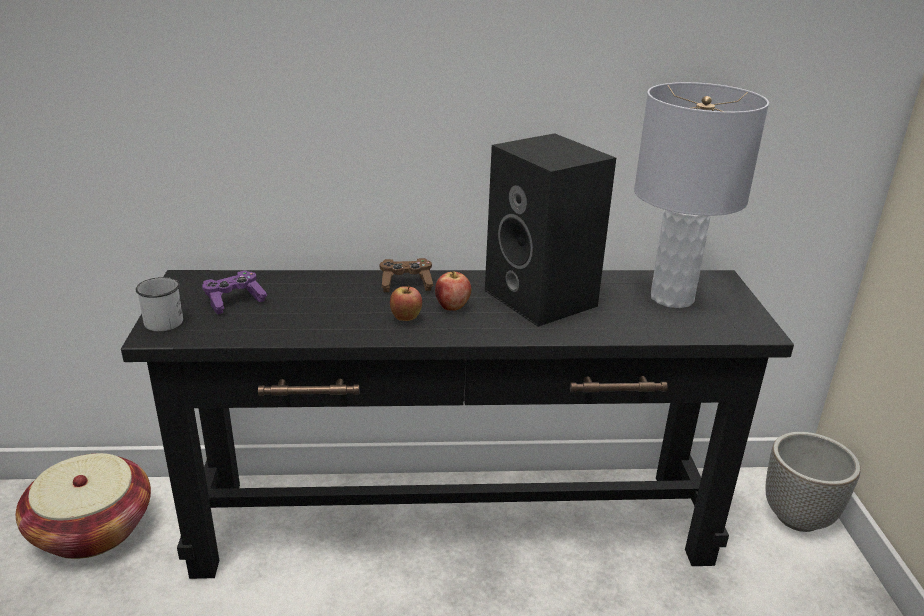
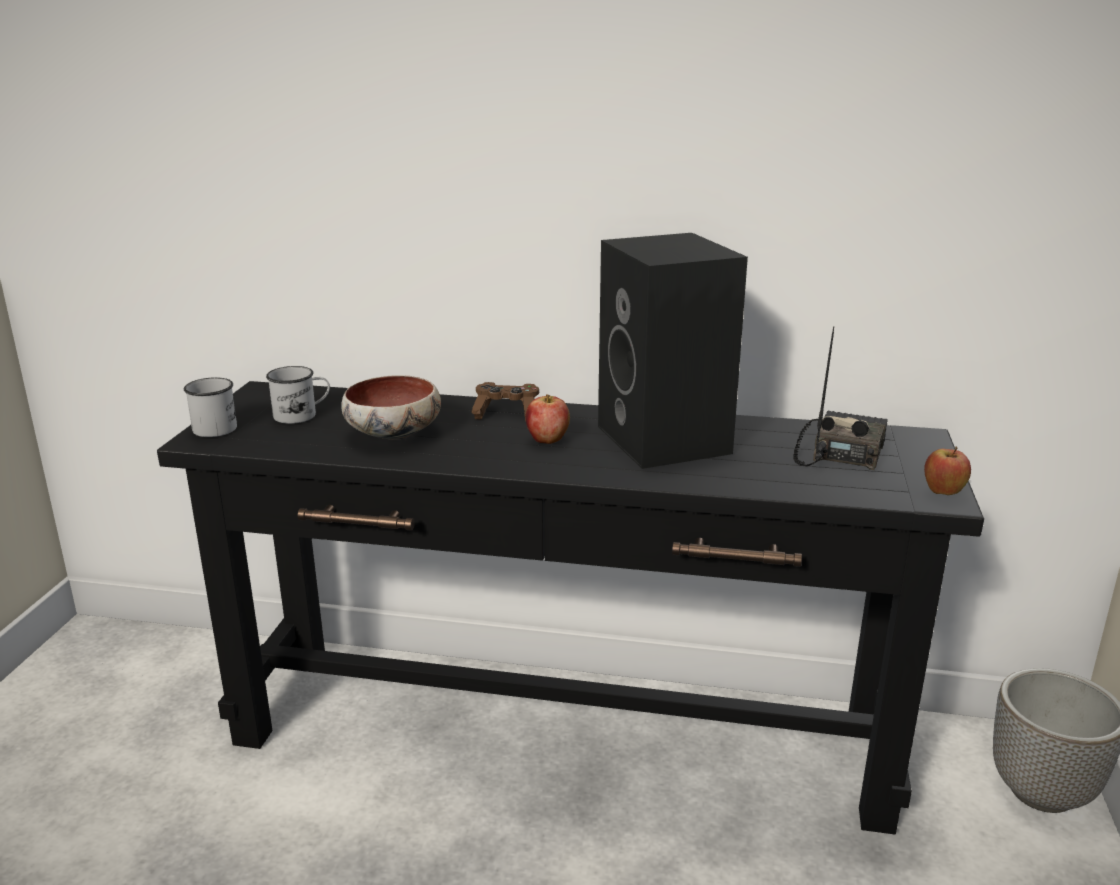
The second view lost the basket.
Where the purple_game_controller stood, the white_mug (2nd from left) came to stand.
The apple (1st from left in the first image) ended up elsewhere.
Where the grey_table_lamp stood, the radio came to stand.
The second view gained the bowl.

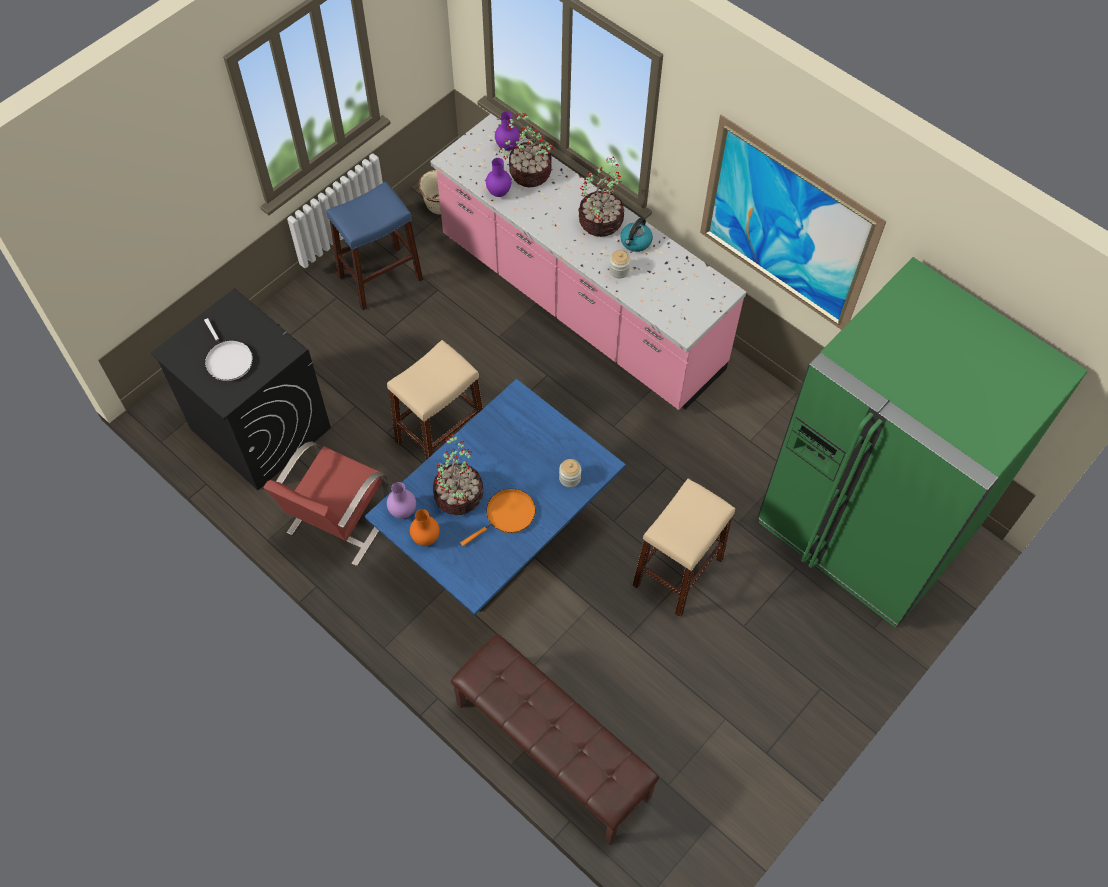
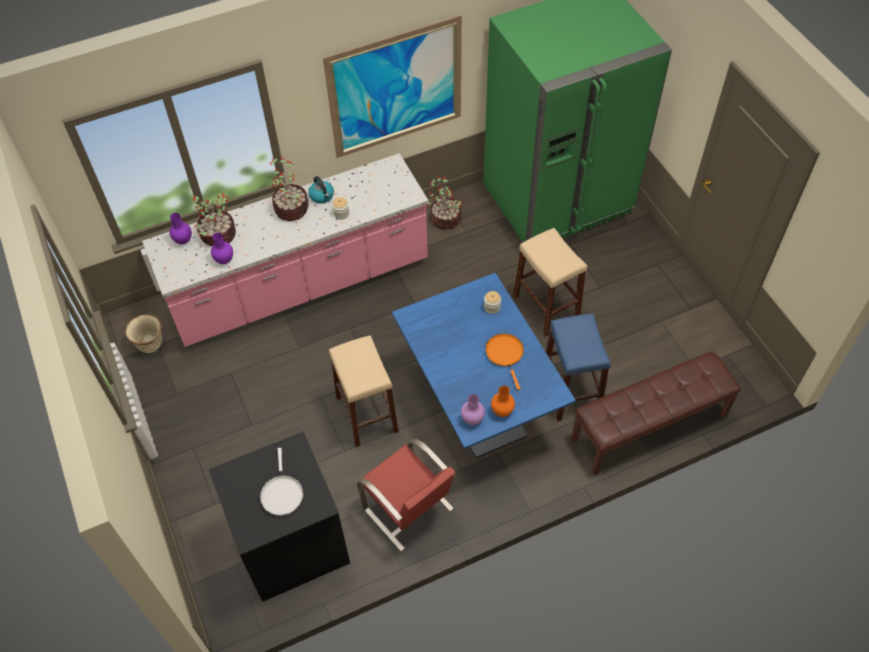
The white_frying_pan ended up facing another way, 90 degrees clockwise from before.
The blue_stool ended up elsewhere.
The potted_plant (1st from left in the first image) ended up elsewhere.

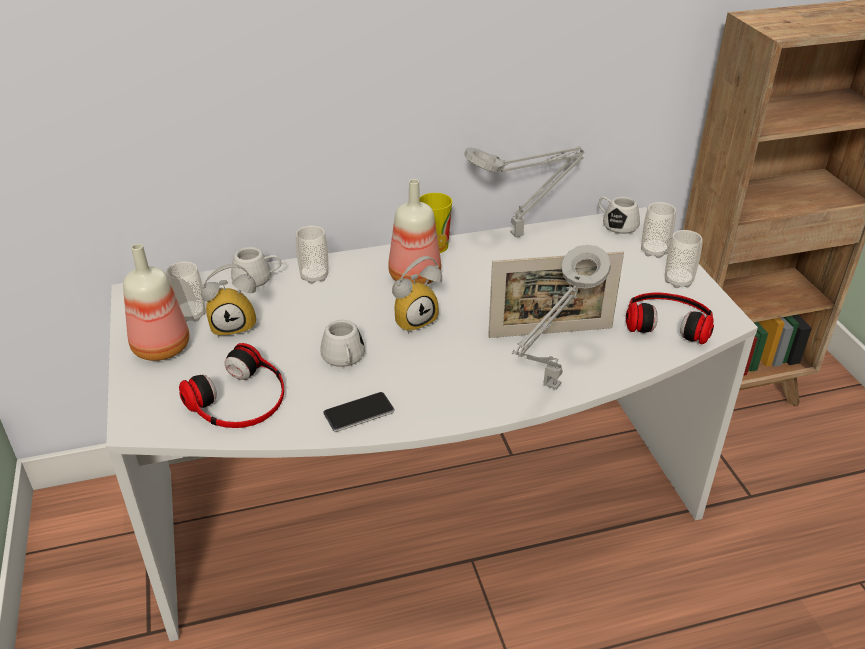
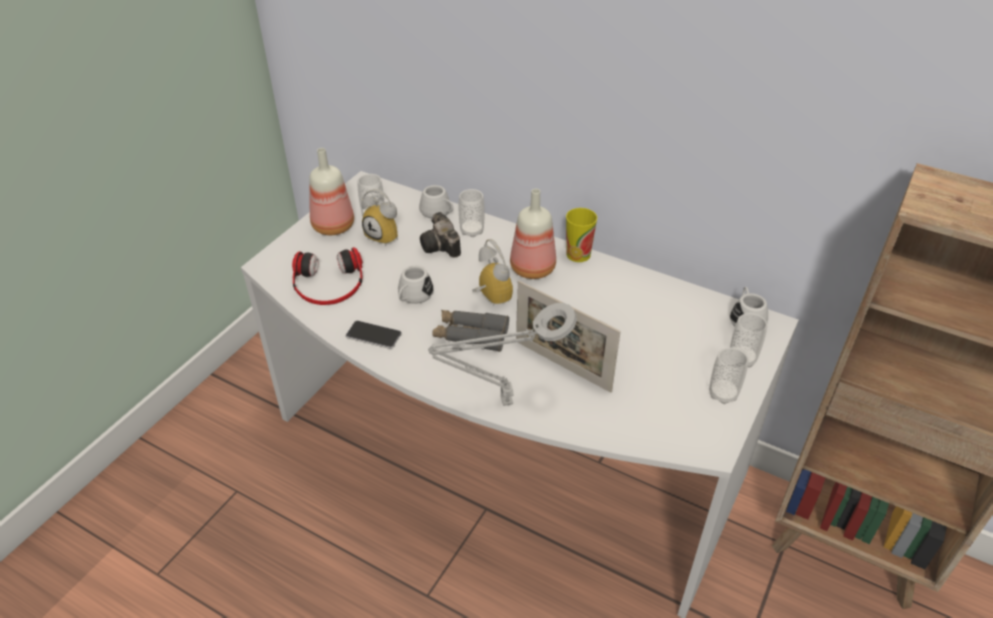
The alarm_clock (2nd from left) ended up facing another way, 135 degrees counterclockwise from before.
The second view lost the grey_table_lamp (1st from left).
The second view lost the headphones (2nd from left).
The second view gained the photo_camera.
The second view gained the grey_binoculars.

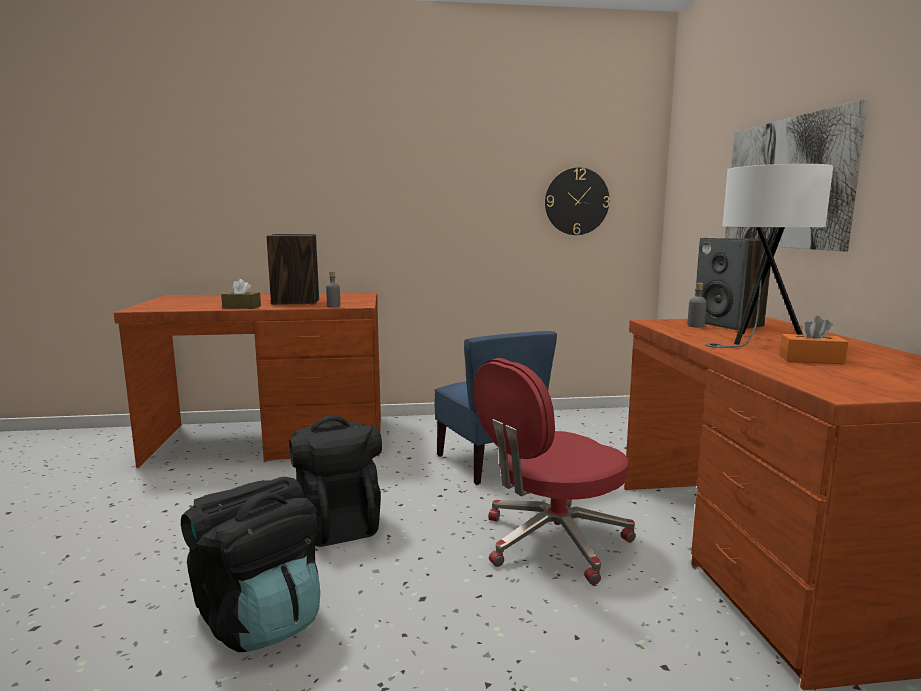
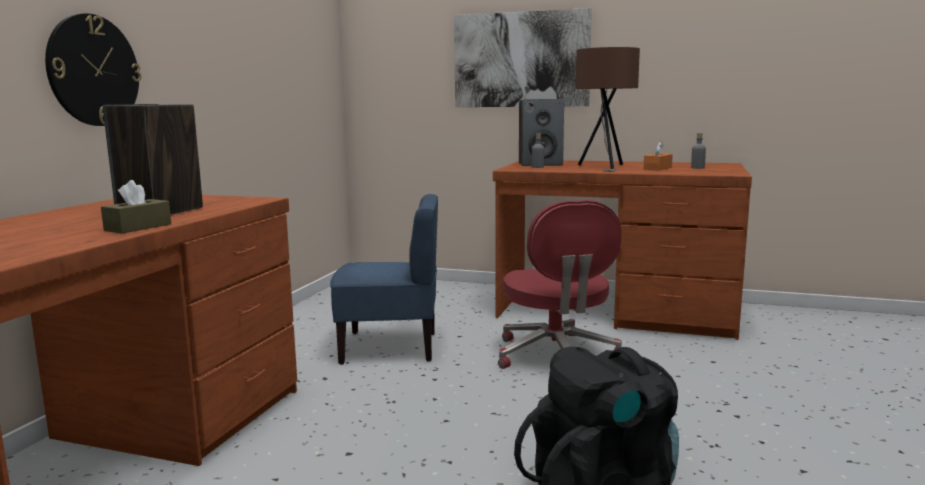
The second view lost the black_backpack (2nd from left).
The grey_bottle (1st from left in the first image) ended up elsewhere.
The wall_clock ended up elsewhere.
What was the white_table_lamp turned into the brown_table_lamp.

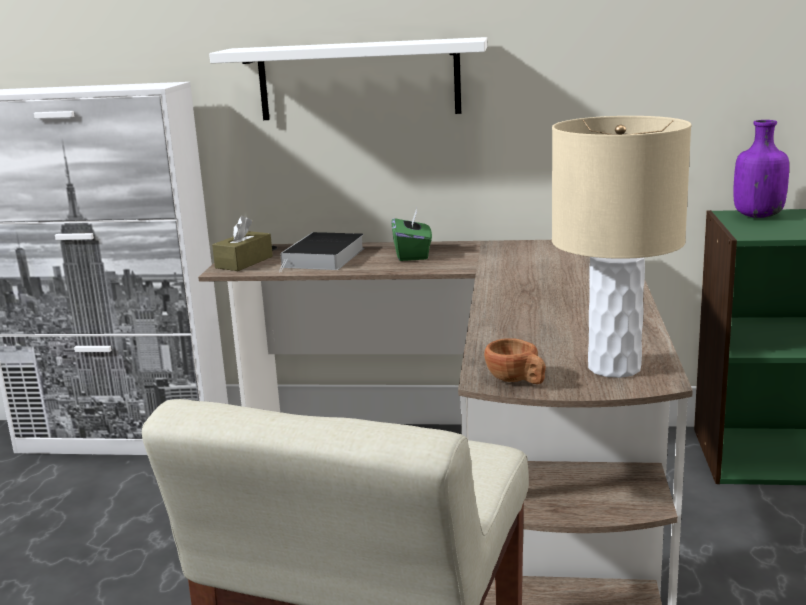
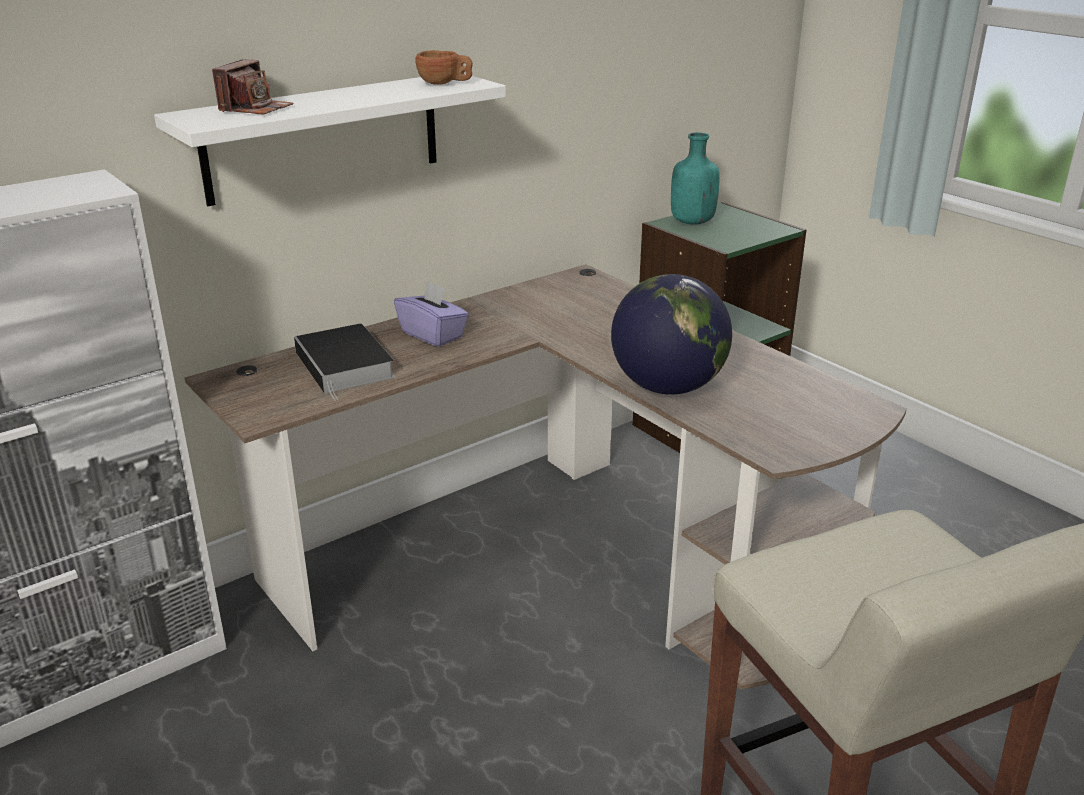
The second view lost the brown_tissue_box.
What was the green_tissue_box turned into the purple_tissue_box.
The brown_cup ended up elsewhere.
The second view lost the beige_table_lamp.
What was the purple_bottle turned into the turquoise_bottle.
The second view gained the photo_camera.
The second view gained the globe.

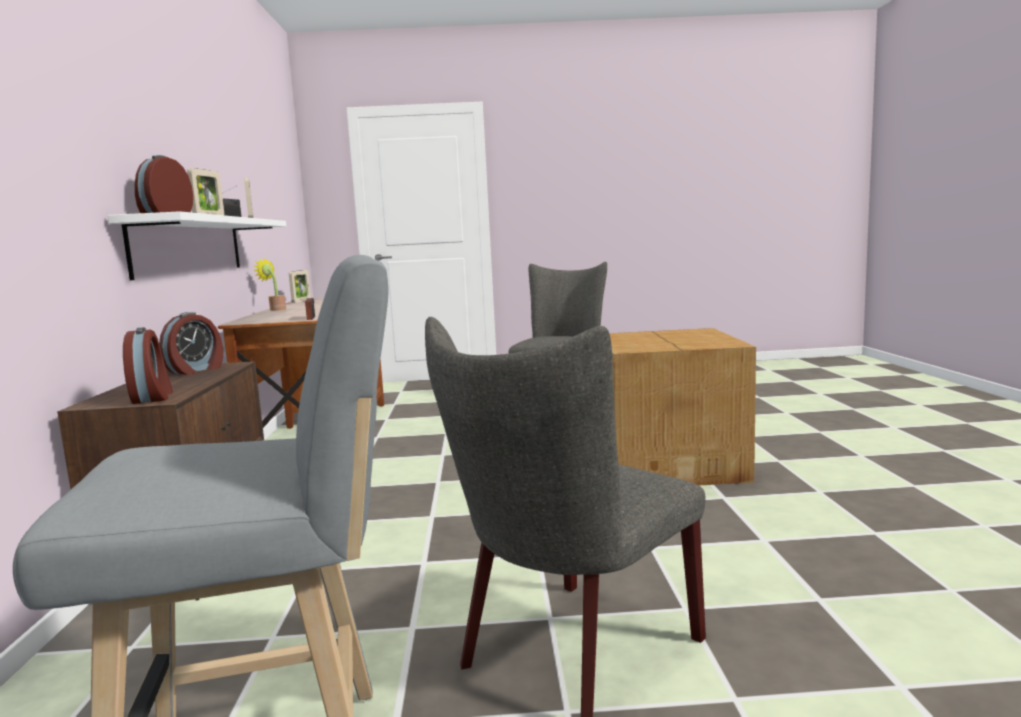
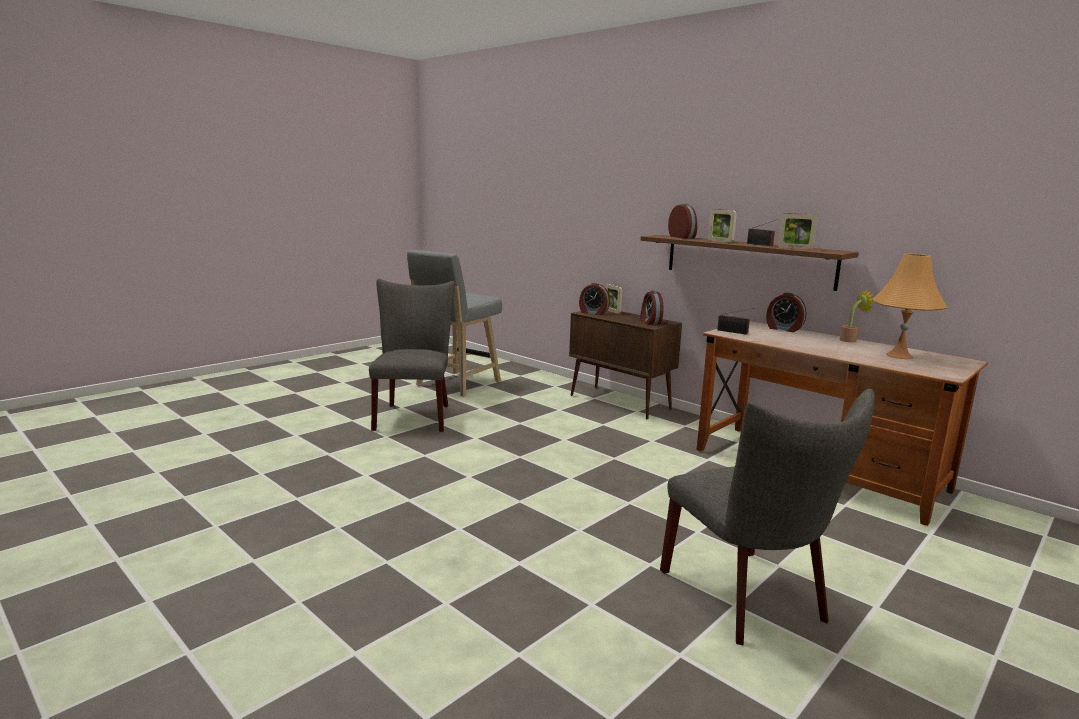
What was the white_shelf turned into the brown_shelf.
The picture_frame (3rd from left in the first image) ended up elsewhere.
The second view lost the cardboard_box.
The second view gained the alarm_clock (4th from left).
The second view gained the orange_table_lamp.

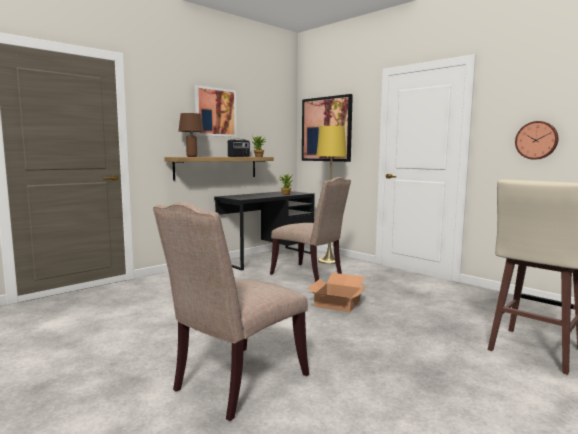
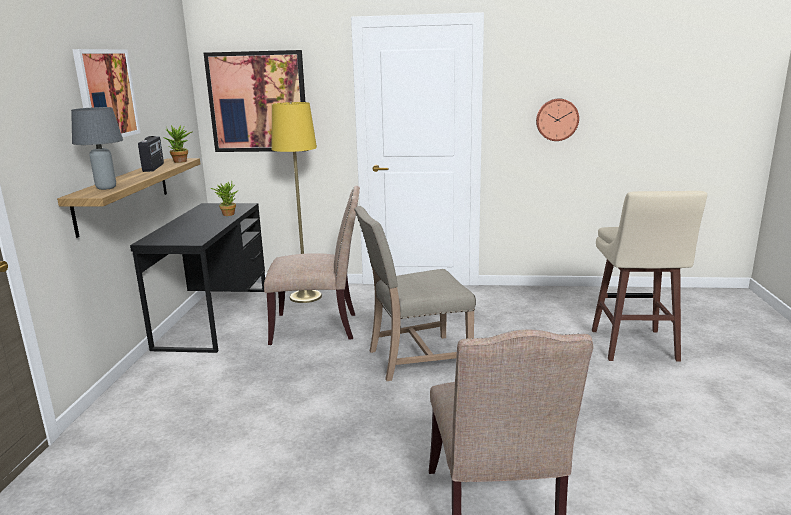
What was the brown_table_lamp turned into the grey_table_lamp.
Where the cardboard_box stood, the beige_chair (2nd from left) came to stand.

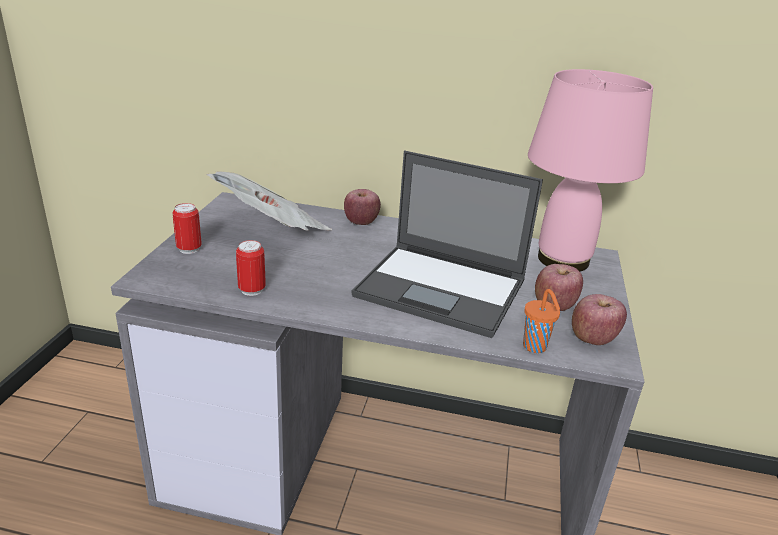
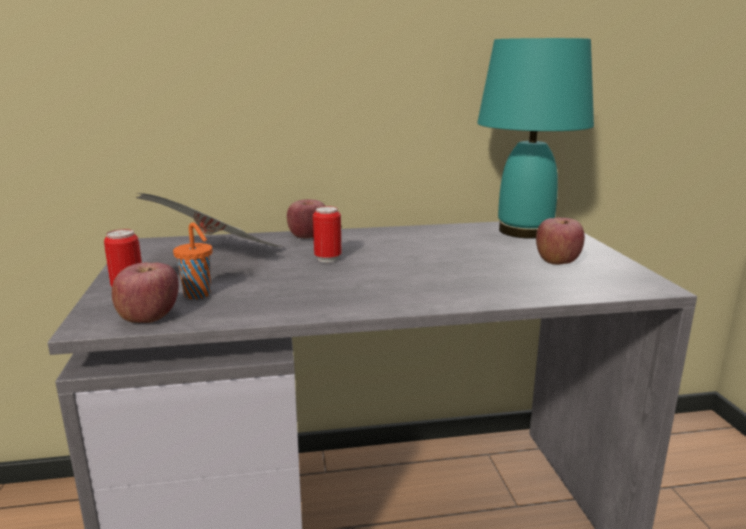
The can (2nd from left) ended up elsewhere.
The second view lost the laptop.
The orange_cup ended up elsewhere.
What was the pink_table_lamp turned into the turquoise_table_lamp.
The apple (3rd from left in the first image) ended up elsewhere.

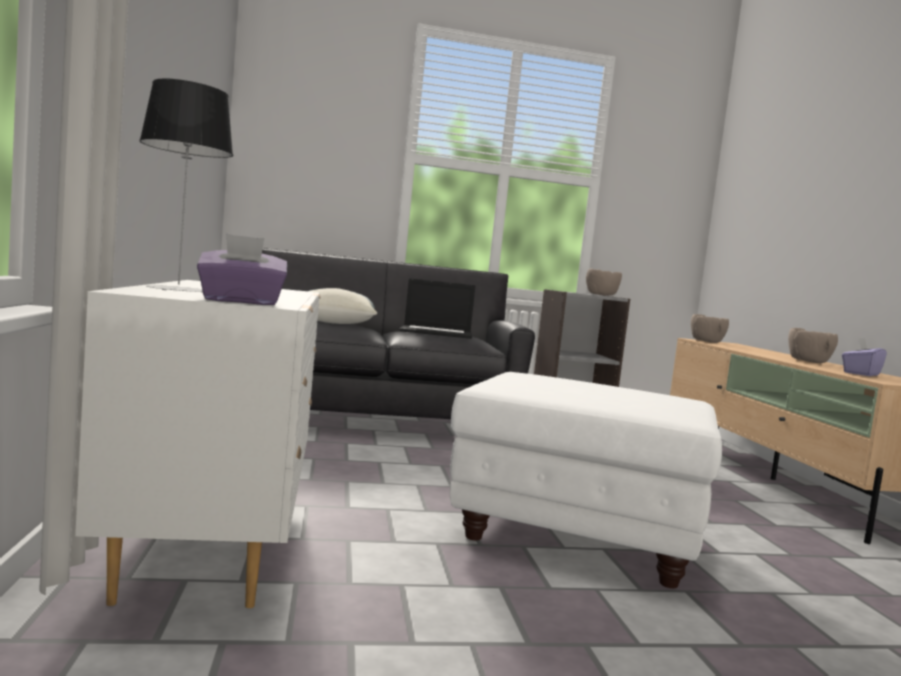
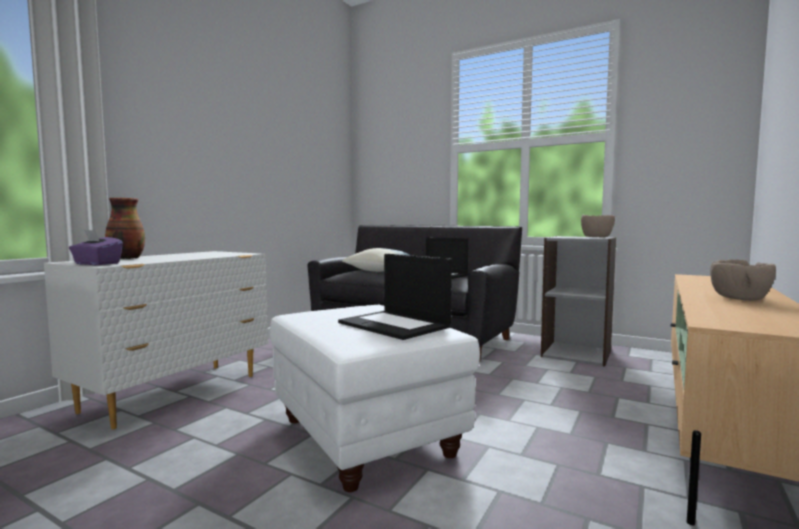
Where the table_lamp stood, the vase came to stand.
The second view lost the brown_bowl (2nd from left).
The second view lost the purple_tissue_box (2nd from left).
The second view gained the laptop (1st from left).

